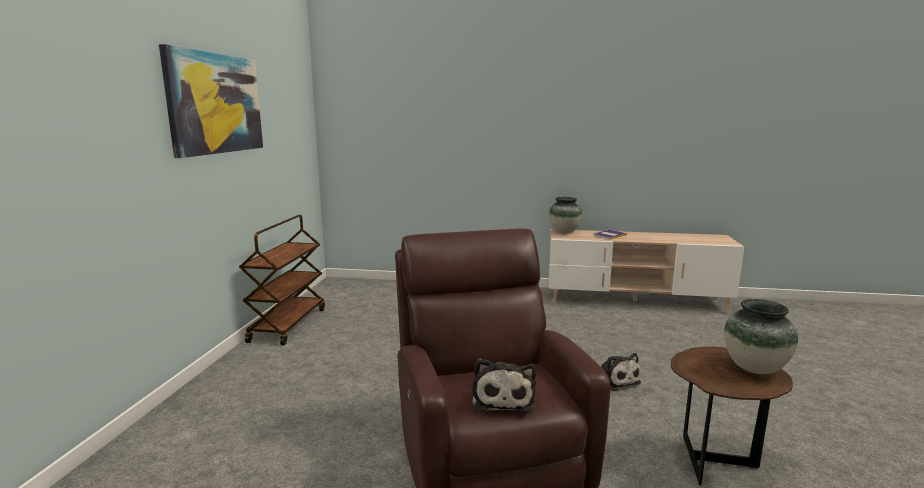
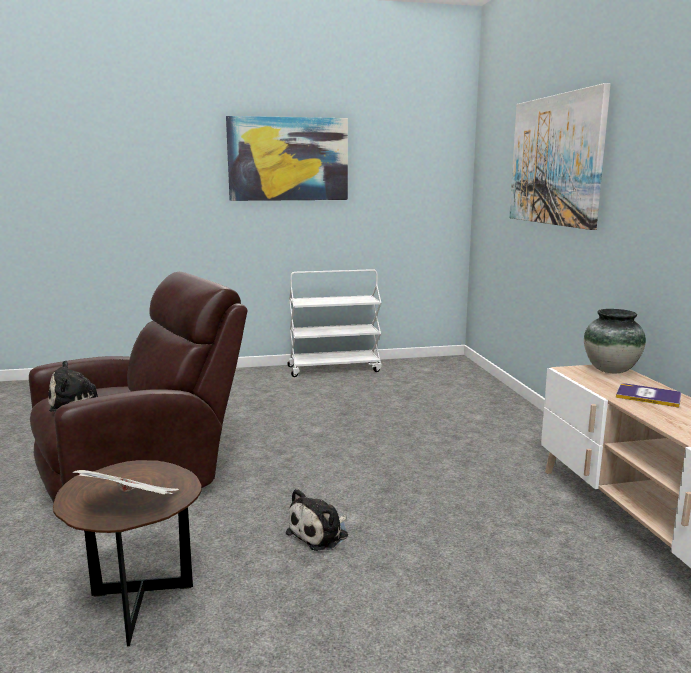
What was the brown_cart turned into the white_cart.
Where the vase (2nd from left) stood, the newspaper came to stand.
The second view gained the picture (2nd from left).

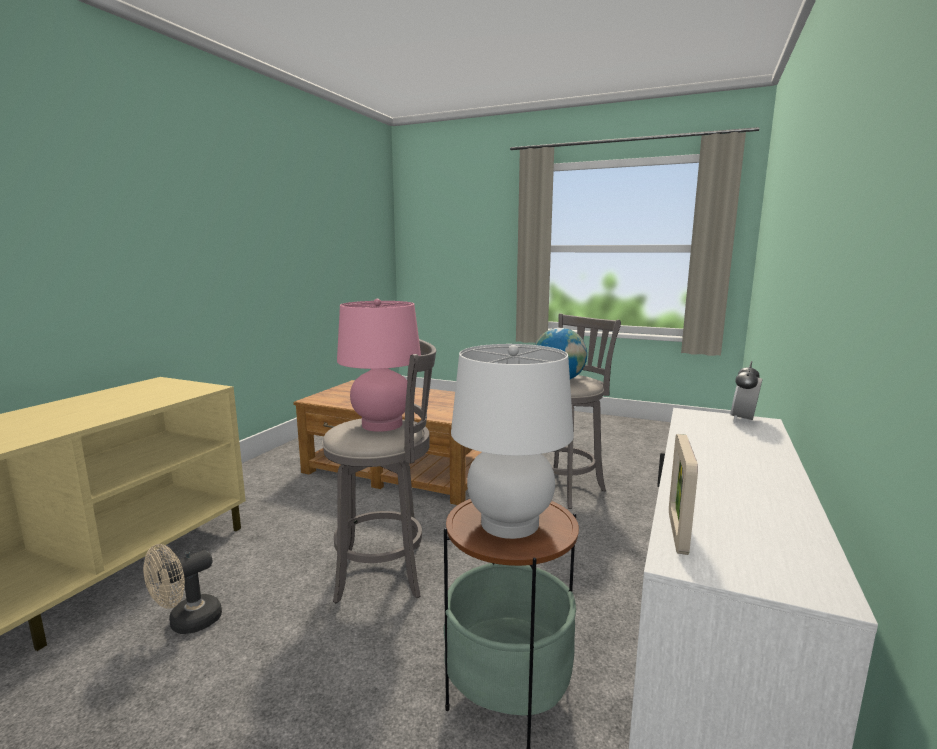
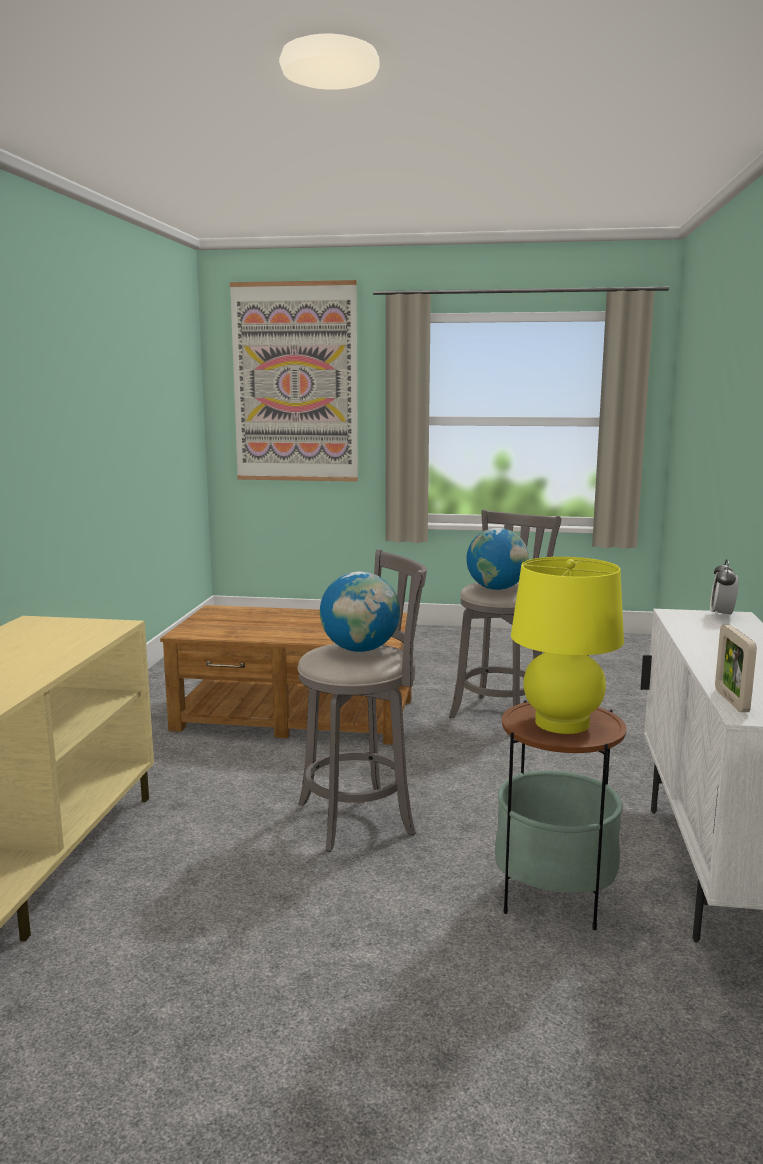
The second view lost the beige_fan.
Where the pink_table_lamp stood, the globe (1st from left) came to stand.
What was the white_table_lamp turned into the yellow_table_lamp.
The second view gained the picture.

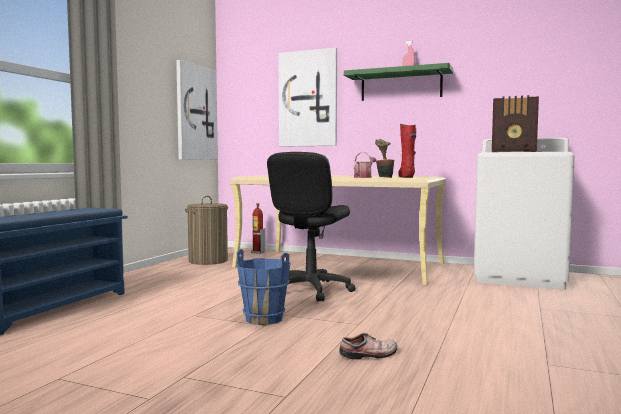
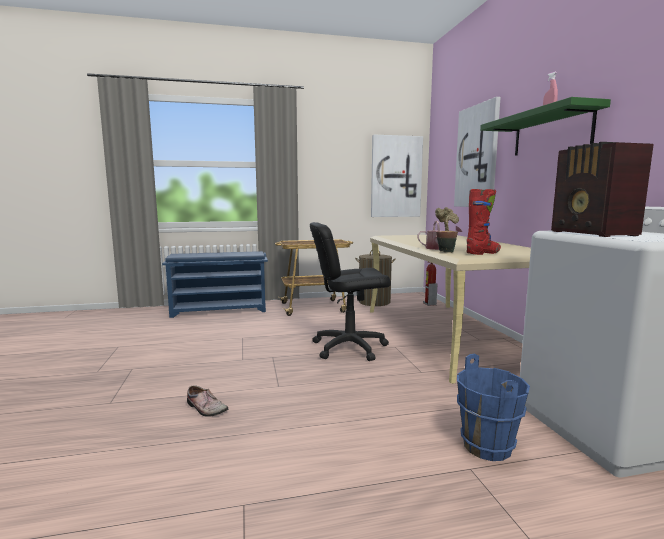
The blue_bucket ended up elsewhere.
The second view gained the cart.

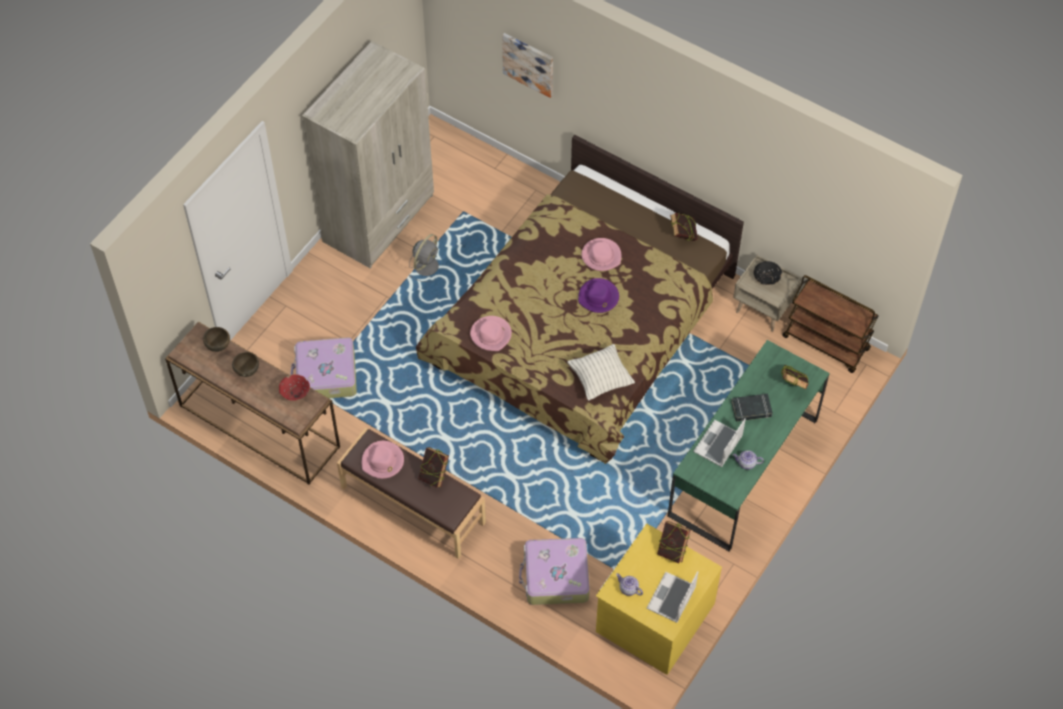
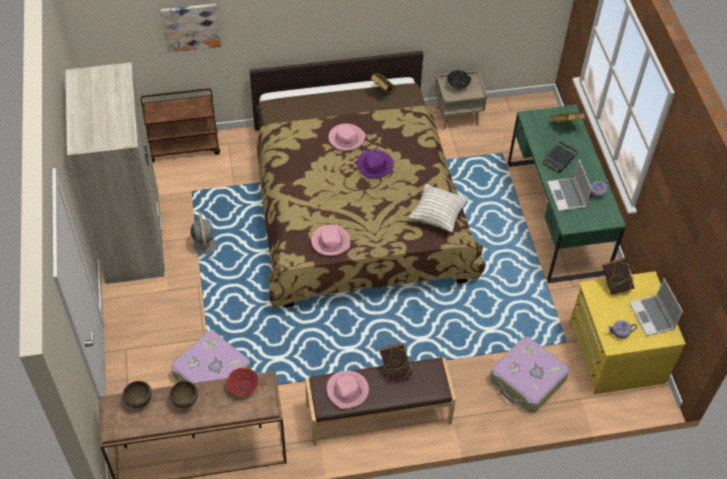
The brown_cart ended up elsewhere.

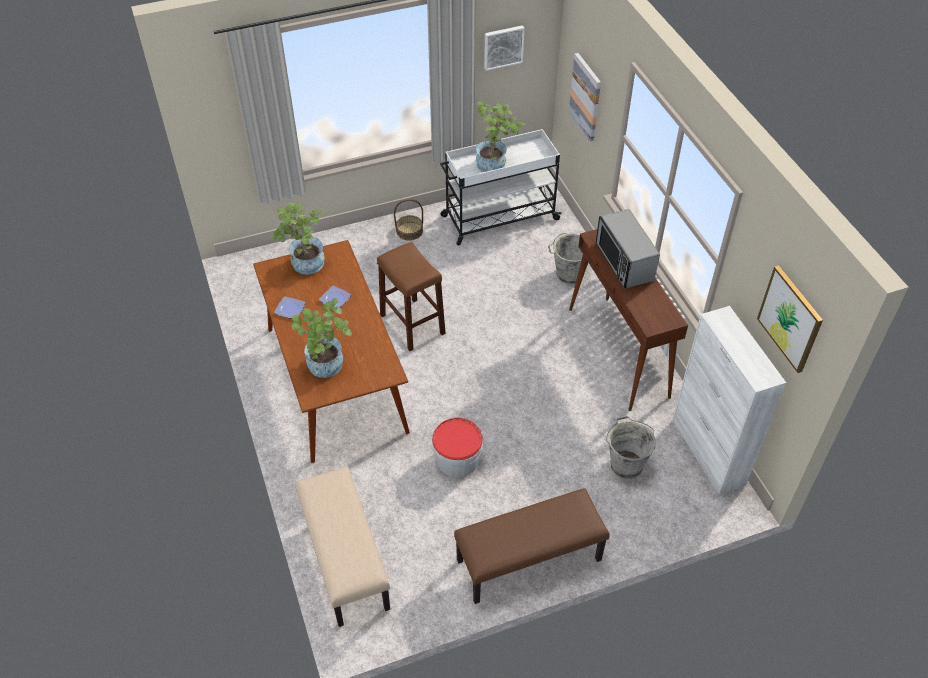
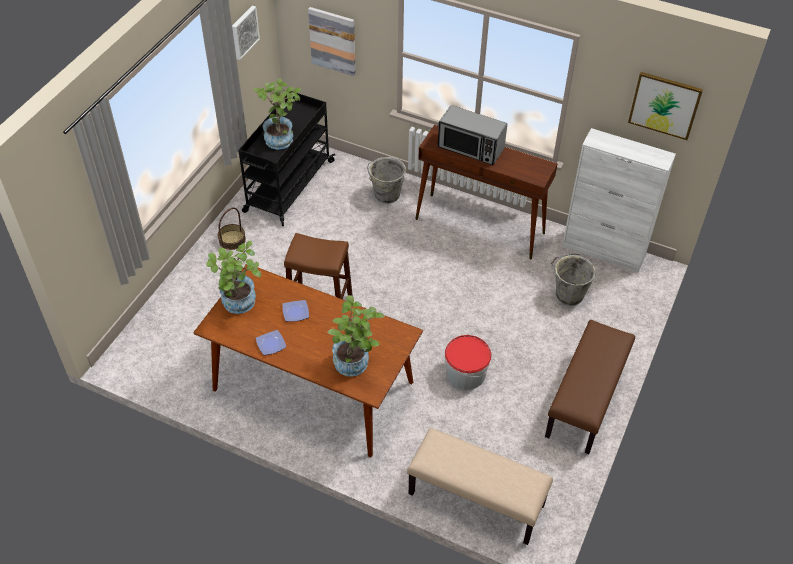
What was the white_cart turned into the black_cart.

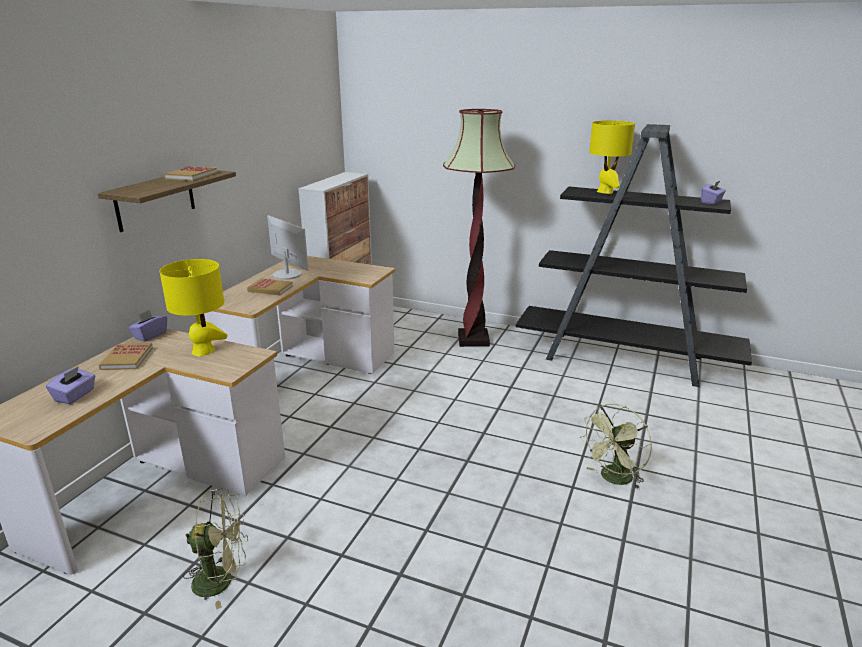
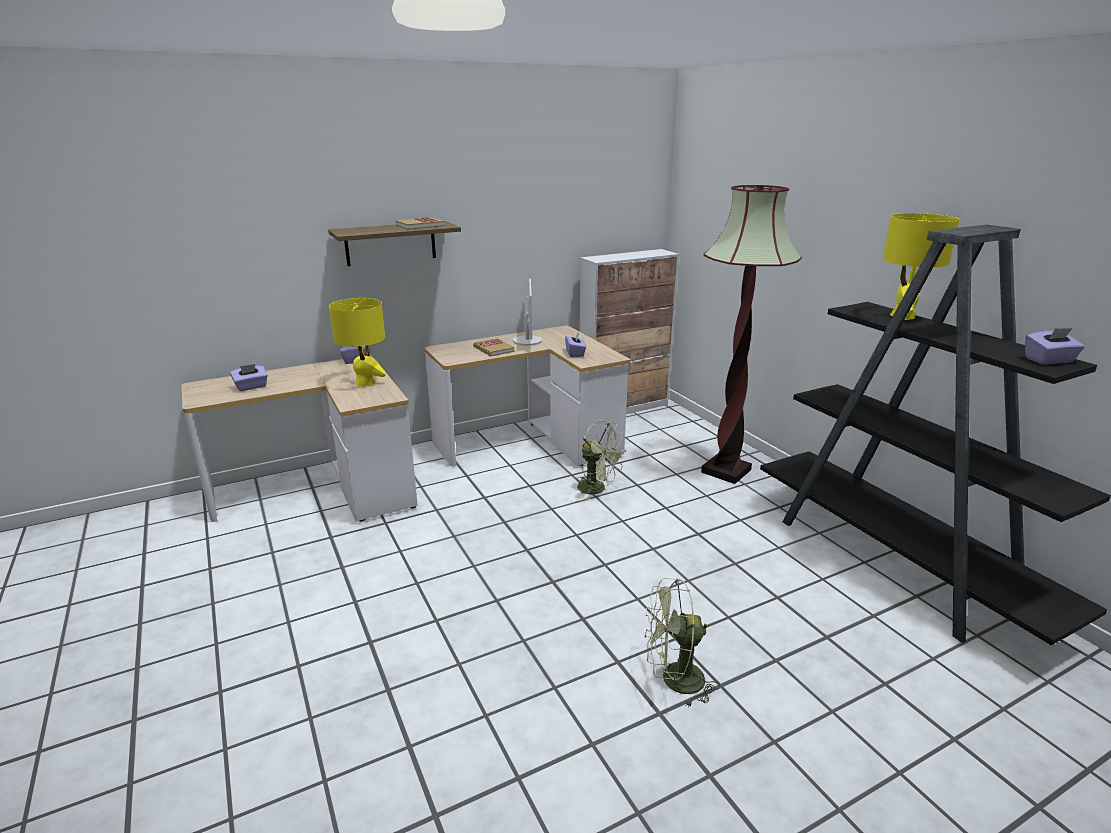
The second view lost the book (1st from left).
The green_fan (1st from left) ended up elsewhere.
The second view gained the purple_tissue_box (3rd from left).

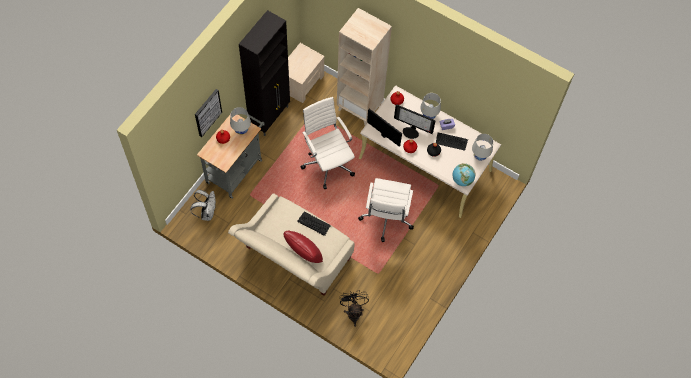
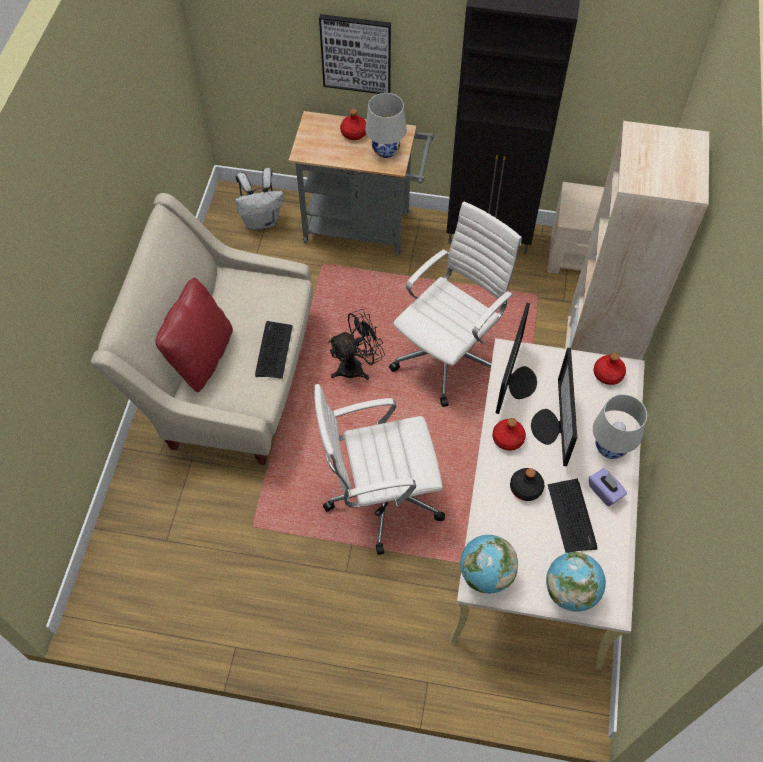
The black_fan ended up elsewhere.
Where the white_table_lamp (3rd from left) stood, the globe (2nd from left) came to stand.

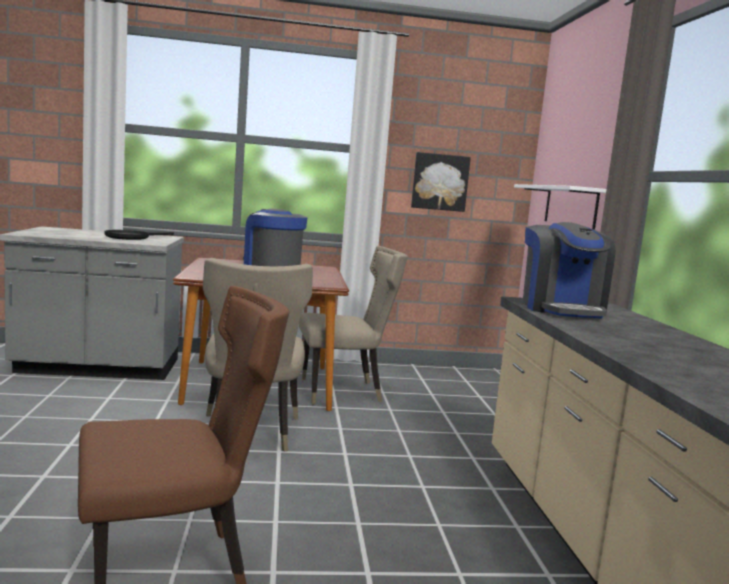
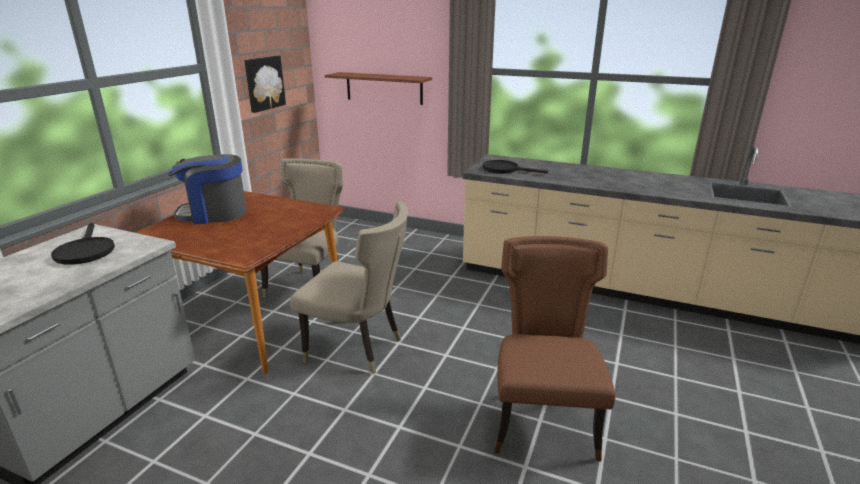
What was the white_shelf turned into the brown_shelf.
Where the coffee_machine (2nd from left) stood, the black_frying_pan (2nd from left) came to stand.

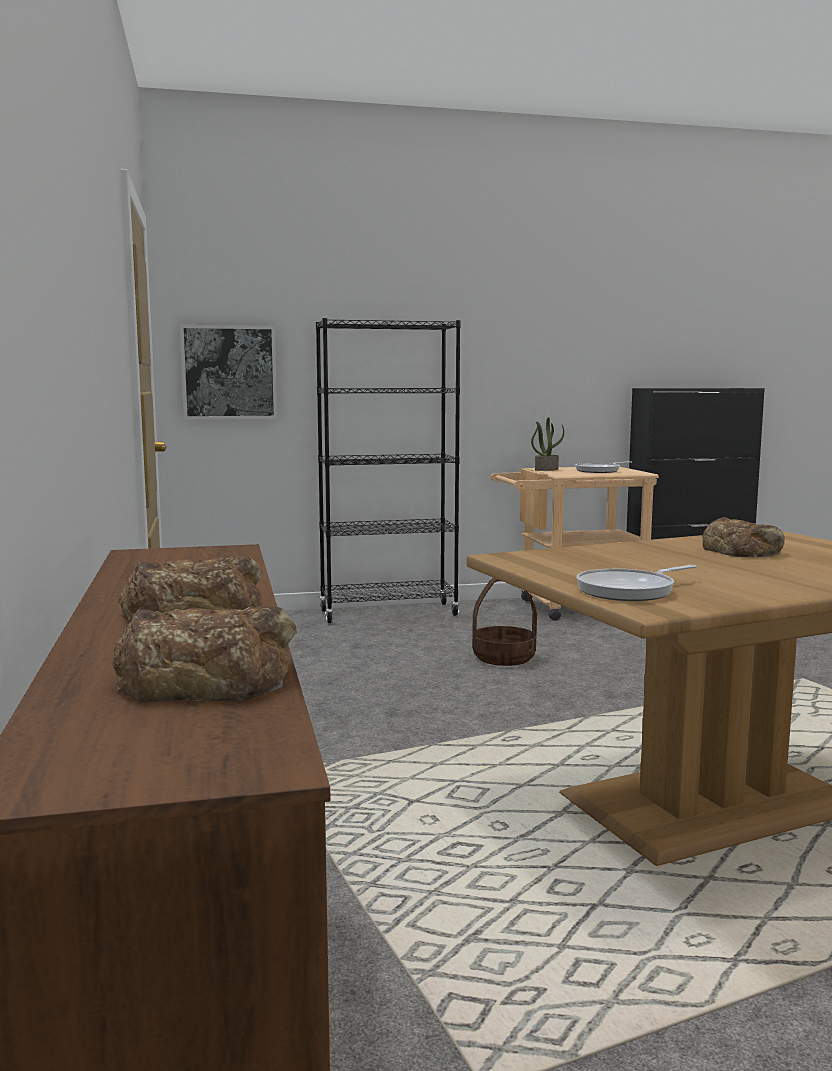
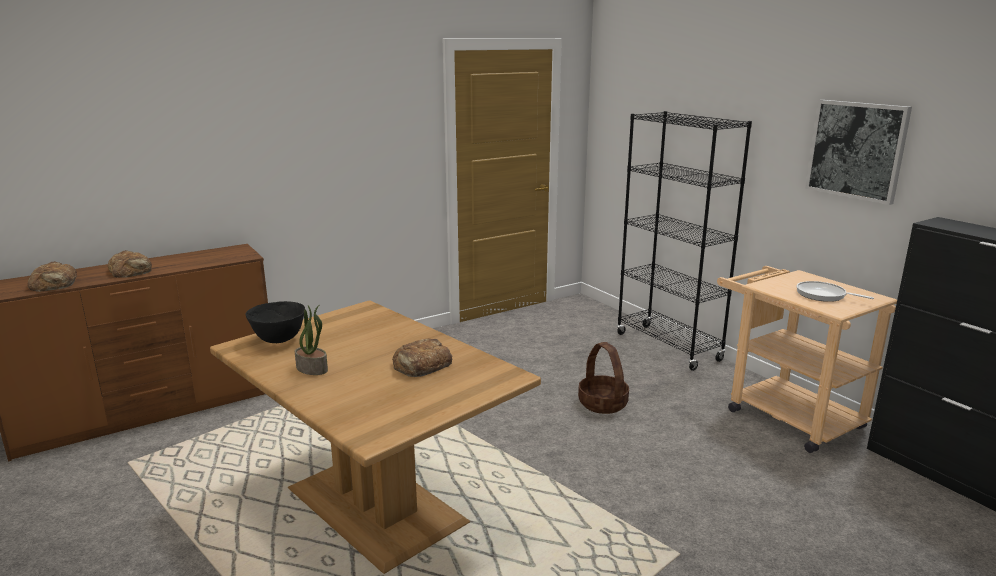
The picture ended up elsewhere.
The potted_plant ended up elsewhere.
Where the frying_pan (2nd from left) stood, the black_bowl came to stand.

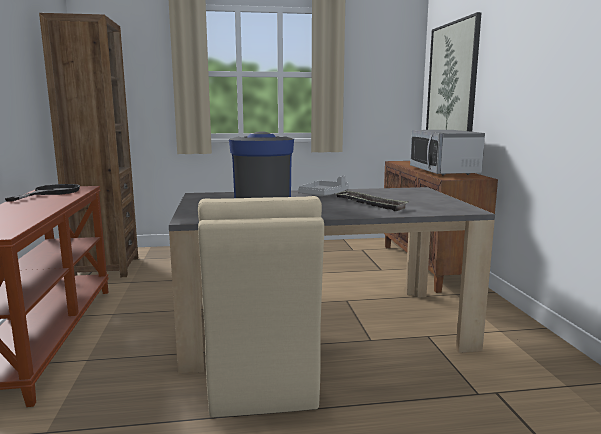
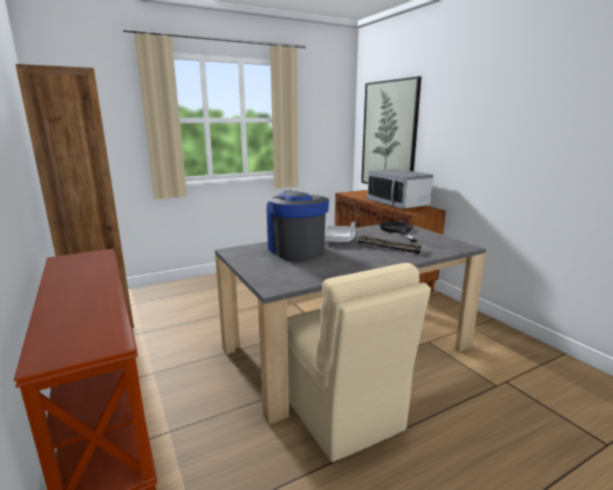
The black_frying_pan ended up elsewhere.

